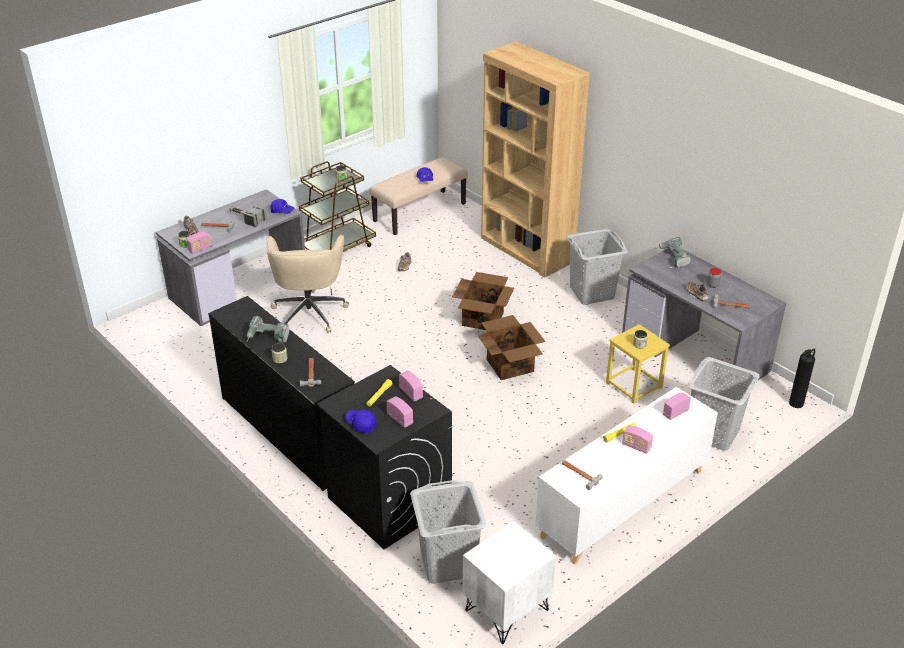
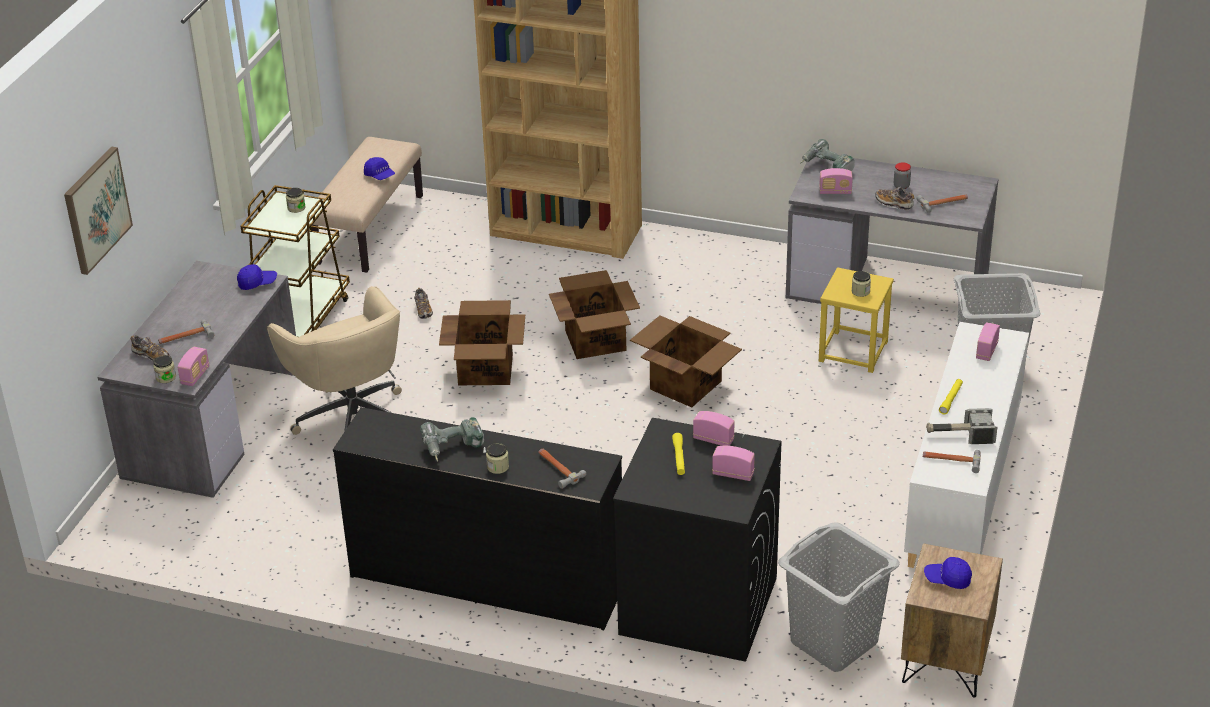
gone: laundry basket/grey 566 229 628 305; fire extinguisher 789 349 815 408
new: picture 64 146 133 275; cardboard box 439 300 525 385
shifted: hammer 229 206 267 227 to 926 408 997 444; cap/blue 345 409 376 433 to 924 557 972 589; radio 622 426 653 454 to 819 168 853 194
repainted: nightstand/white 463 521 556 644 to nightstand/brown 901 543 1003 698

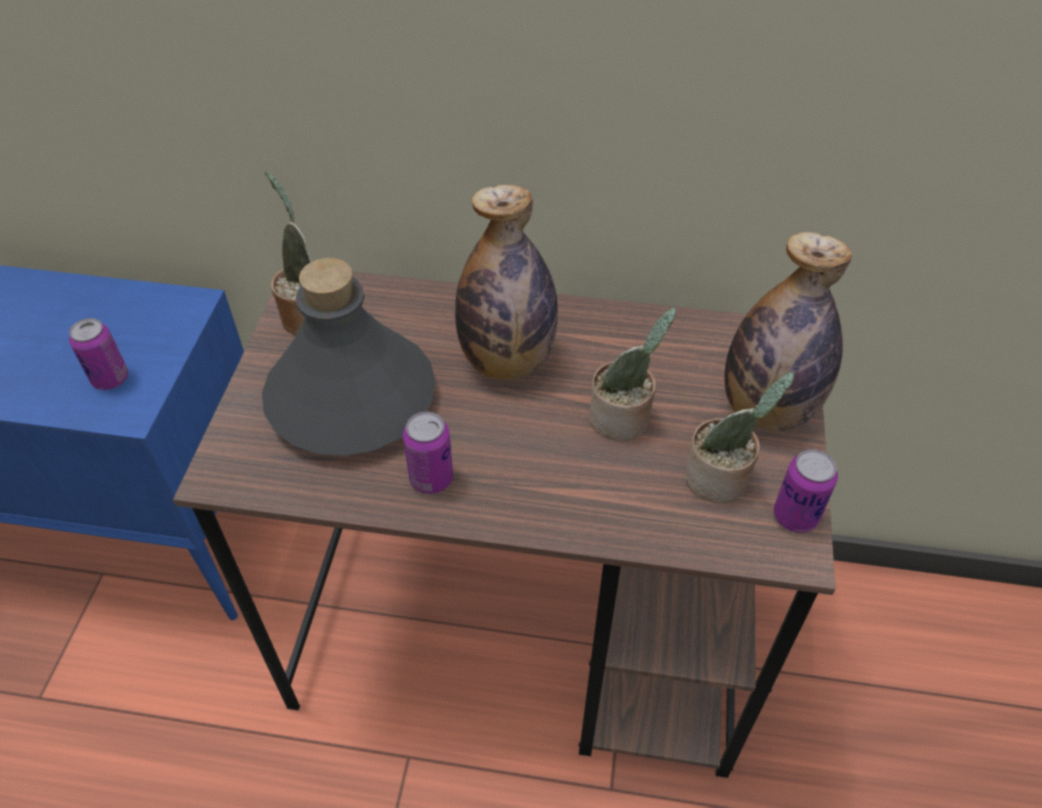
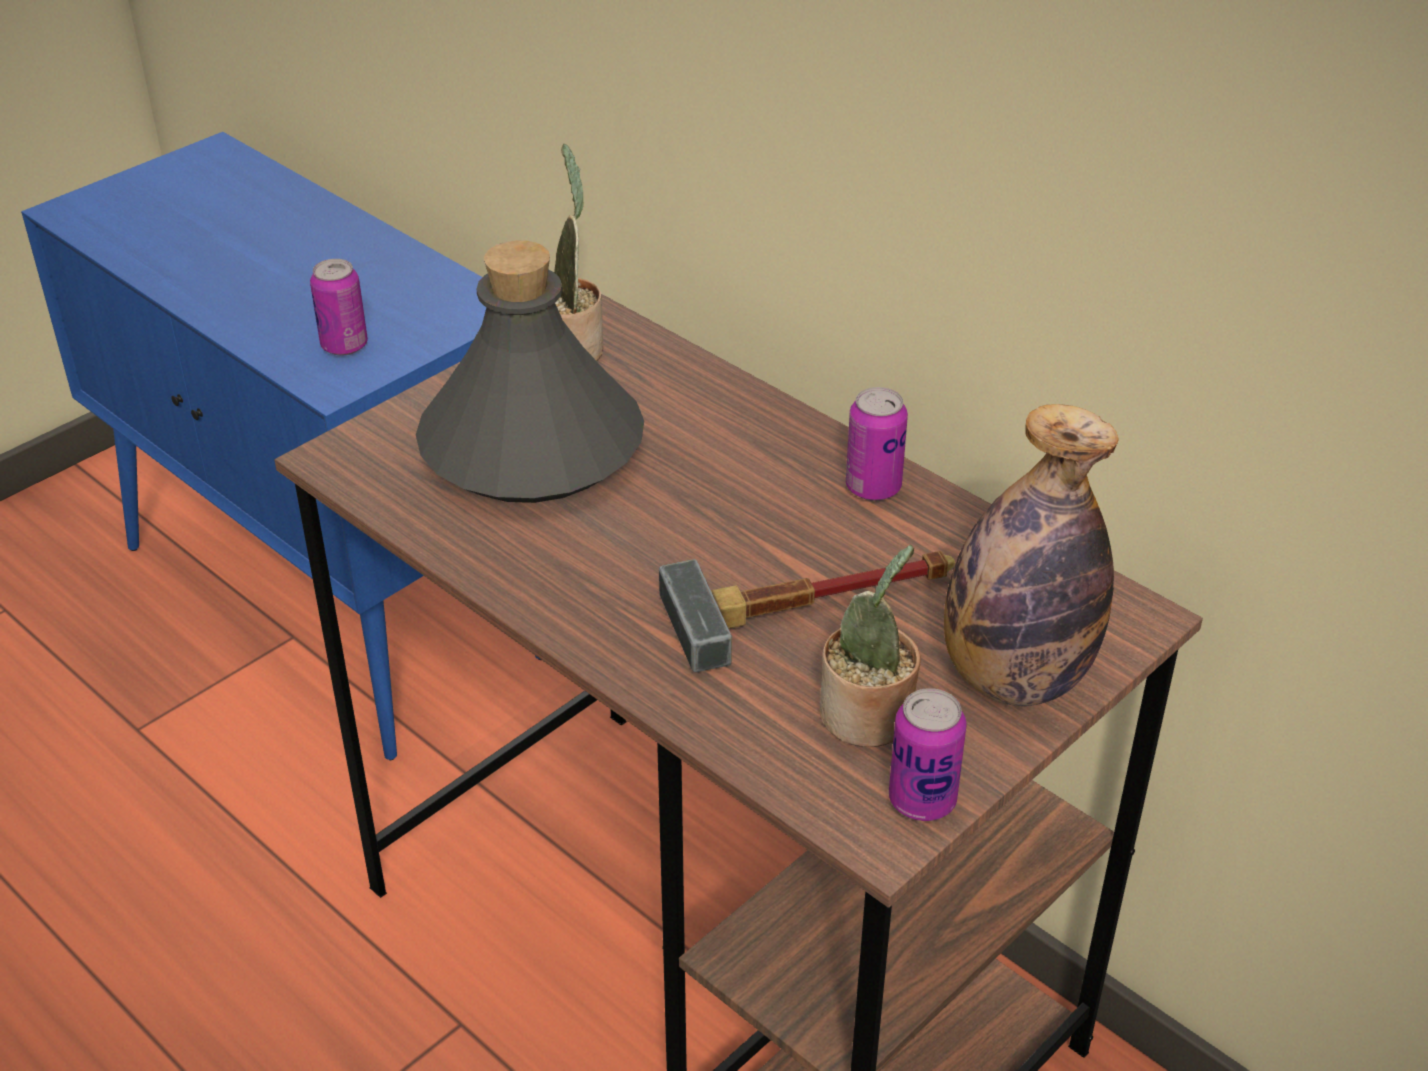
gone: bottle 455 185 558 380
shifted: can 403 411 453 494 to 846 387 908 501
swapped: potted plant 589 307 676 441 to hammer 659 551 955 673

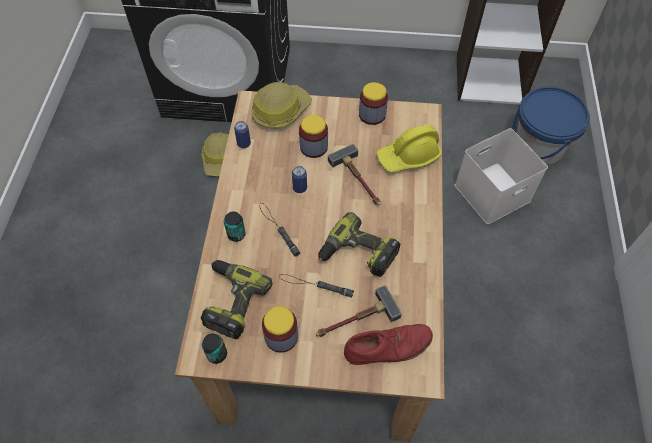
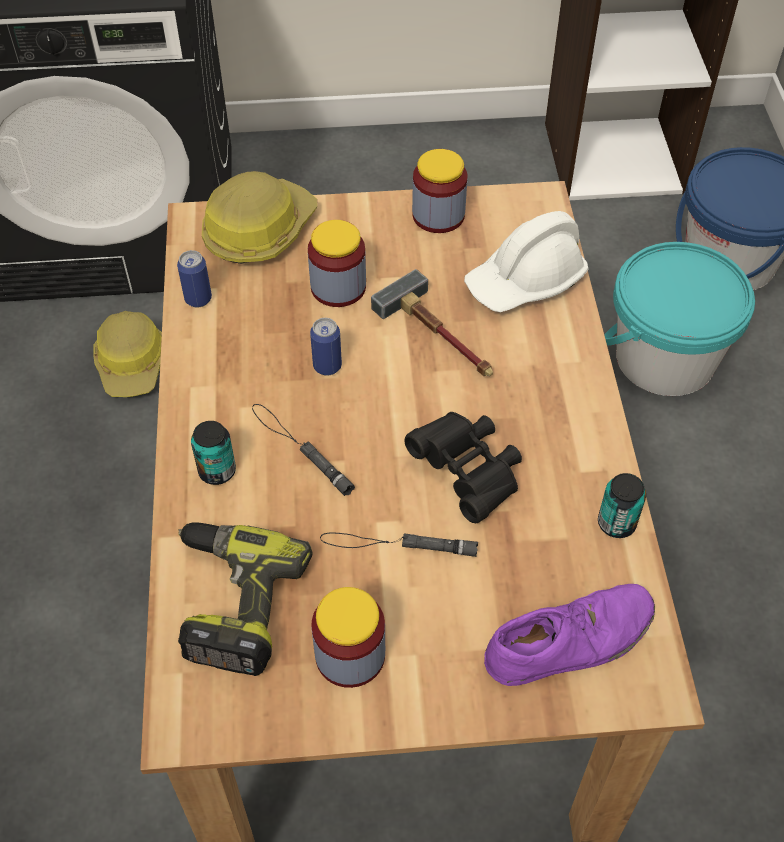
gone: hammer 316 285 402 337
shifted: can 202 333 227 364 to 598 473 646 538
swapped: power drill 318 212 400 277 to binoculars/black 404 412 522 523; storage box/white 455 128 548 224 to bucket/turquoise 604 242 755 396
repainted: shoe/red 344 324 433 365 to shoe/purple 484 584 655 686; hard hat/yellow 377 125 441 173 to hard hat/white 464 211 588 312

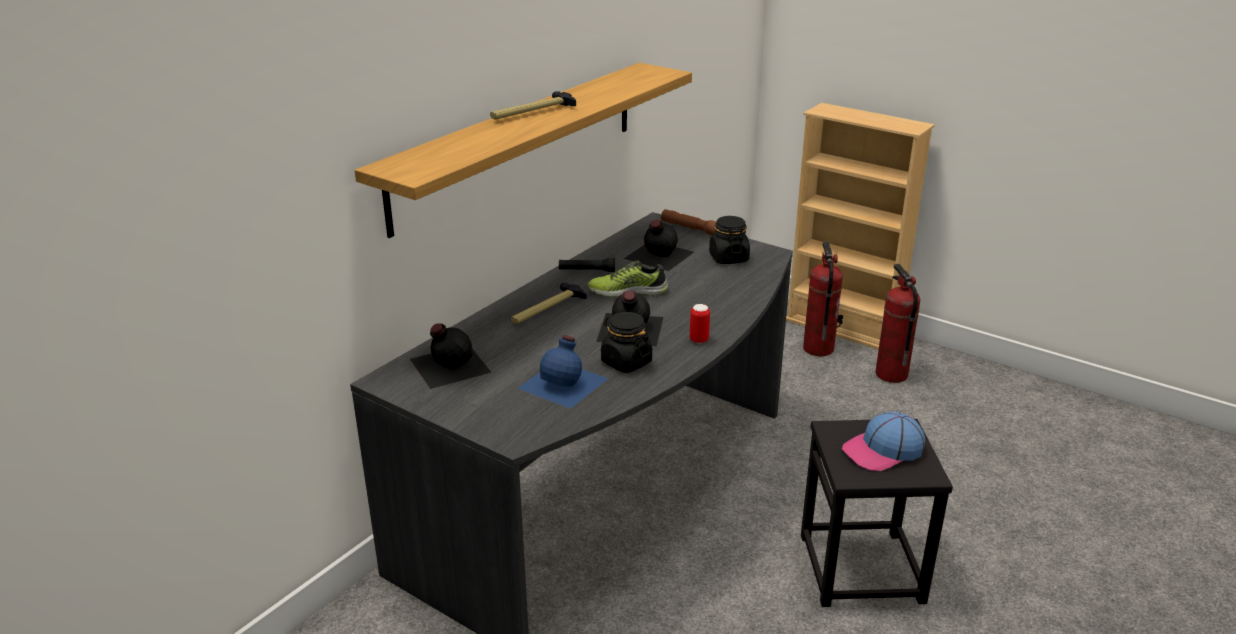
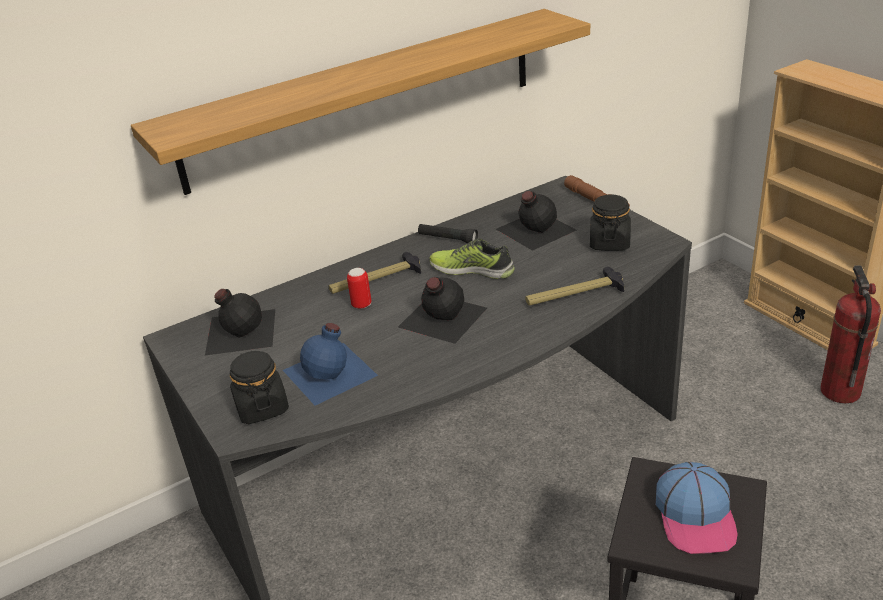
gone: fire extinguisher 803 242 843 356
shifted: hammer 490 91 576 120 to 525 267 624 306; jar/black 601 312 652 373 to 230 350 289 424; can 690 304 710 343 to 347 268 372 309
rotated: cap 842 412 925 471 = 656 462 738 554 90 degrees counterclockwise

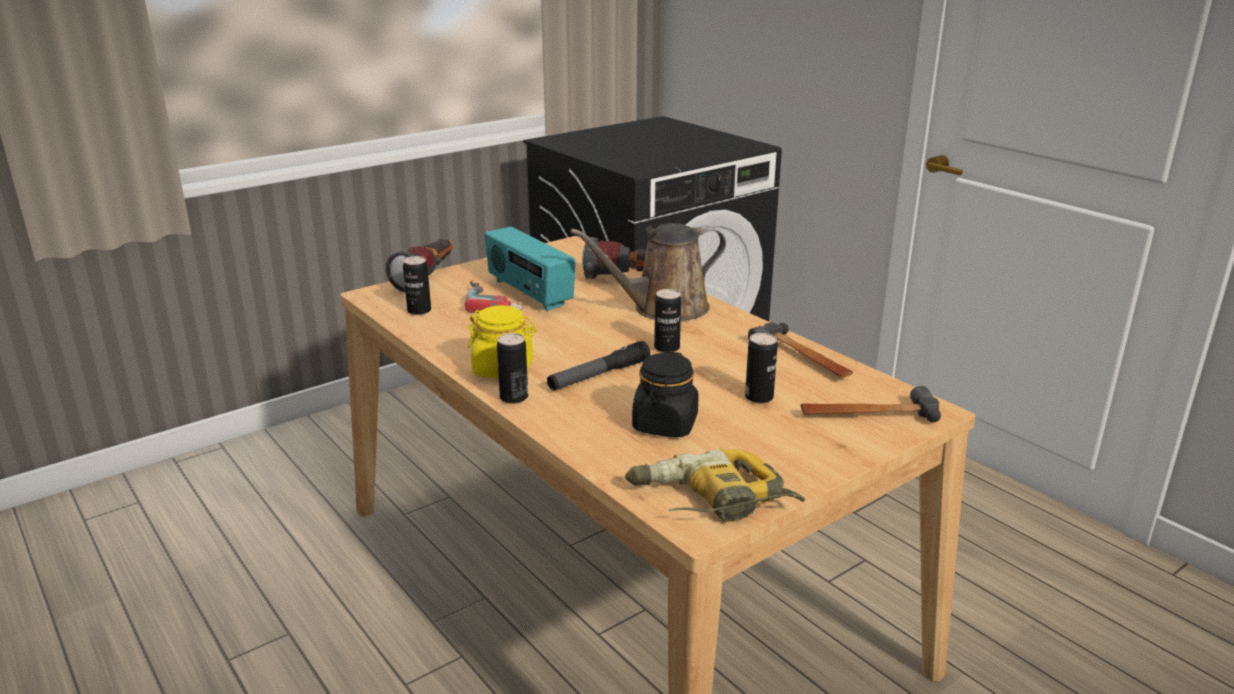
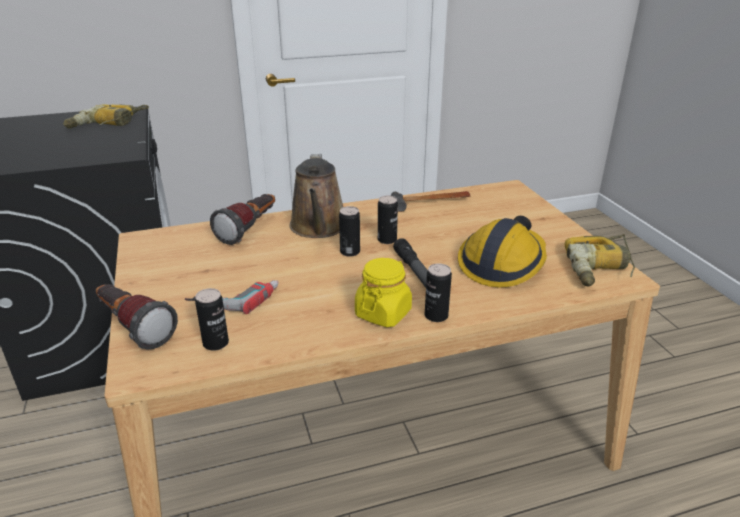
gone: radio 484 227 576 311; hammer 801 386 941 422
new: power drill 64 104 149 129
shifted: can 745 333 778 403 to 339 206 360 257
swapped: jar/black 632 351 699 437 to hard hat 458 216 547 288

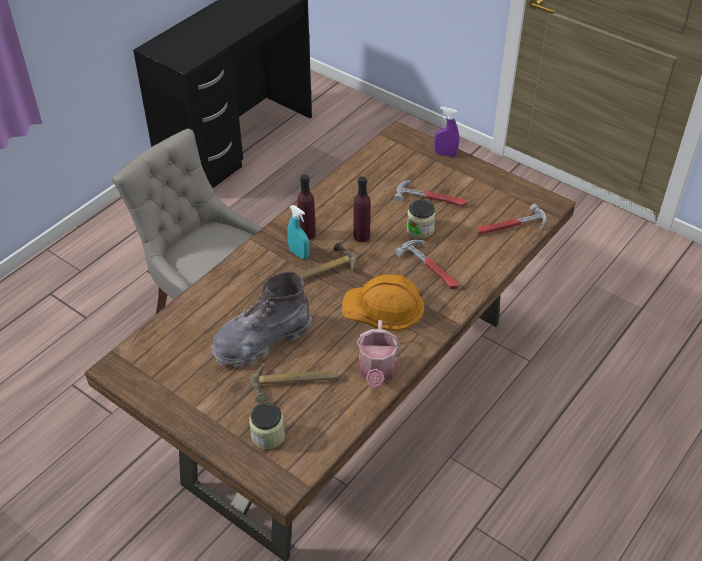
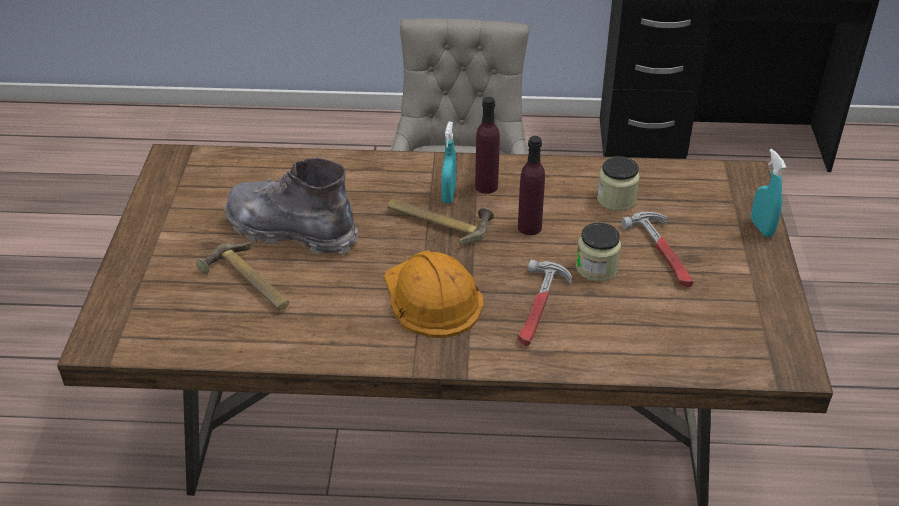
gone: watering can 356 320 400 388; hammer 477 204 546 235
shifted: jar 249 402 285 449 to 597 156 640 211
repainted: spray bottle/purple 434 107 459 157 to spray bottle/turquoise 751 149 786 237

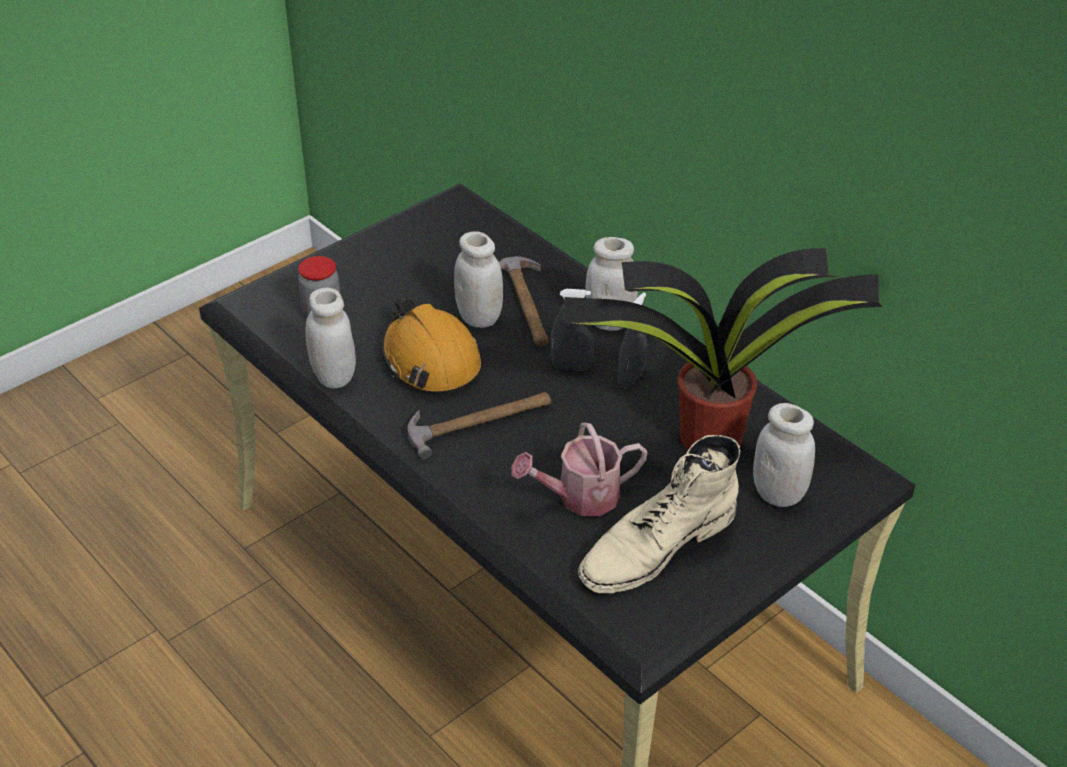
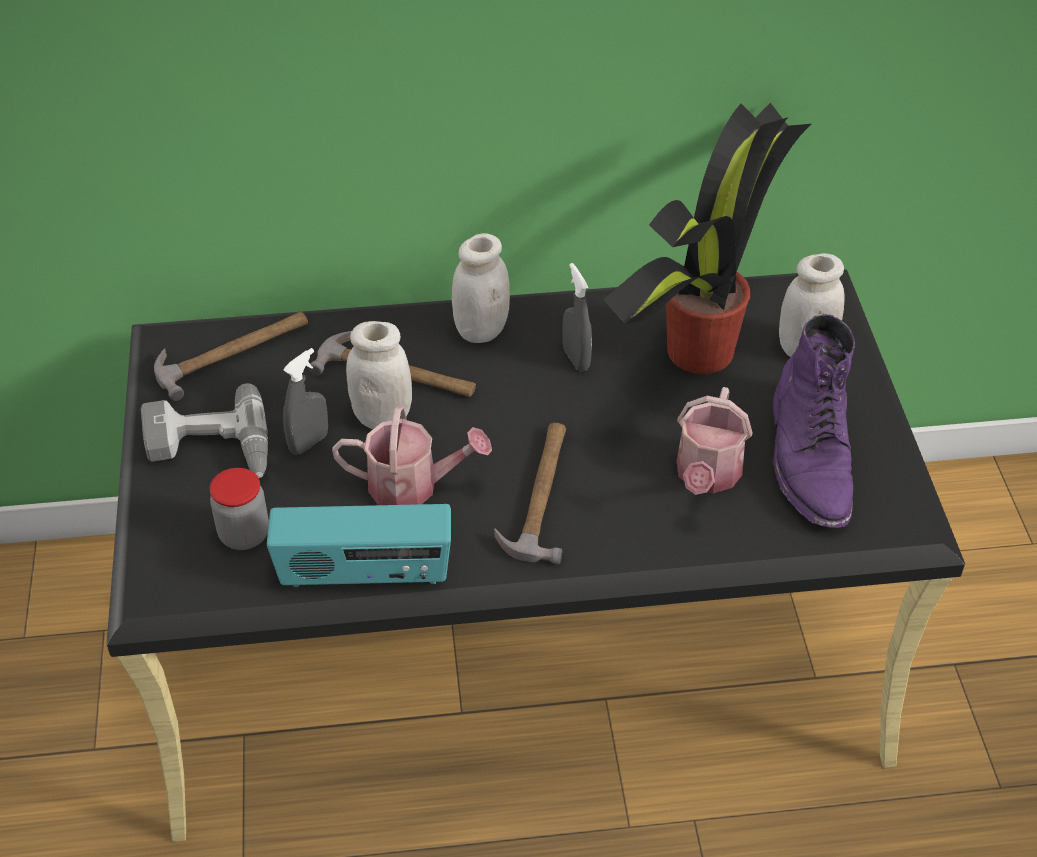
new: power drill 141 383 268 478; hammer 154 312 308 401
shifted: spray bottle/grey 551 289 595 371 to 283 348 328 455
swapped: jar/white 305 288 356 389 to radio 267 504 451 587; hard hat/orange 381 296 481 395 to watering can 332 405 492 505
repainted: boot/beige 578 435 740 593 to boot/purple 773 313 855 528

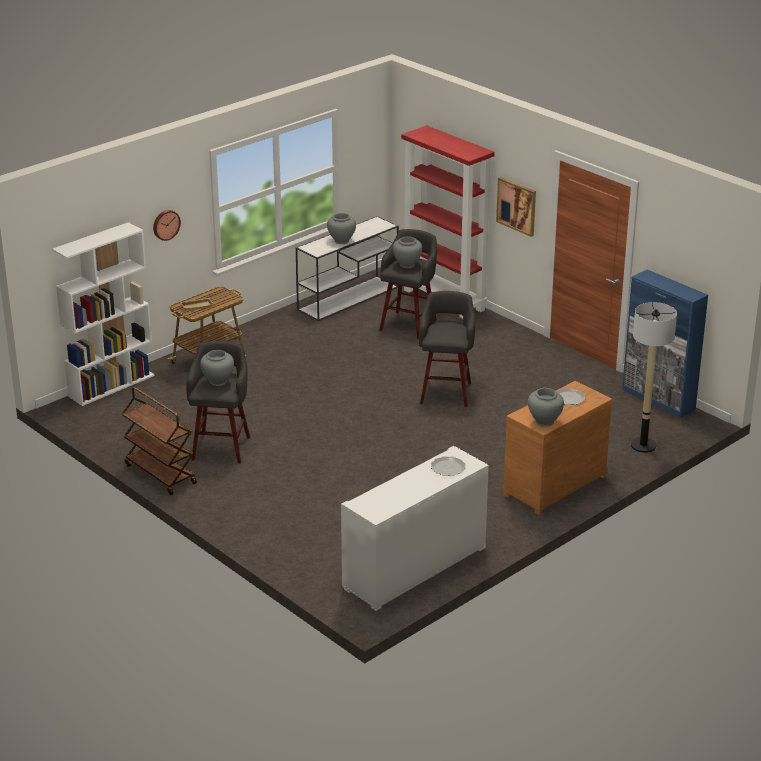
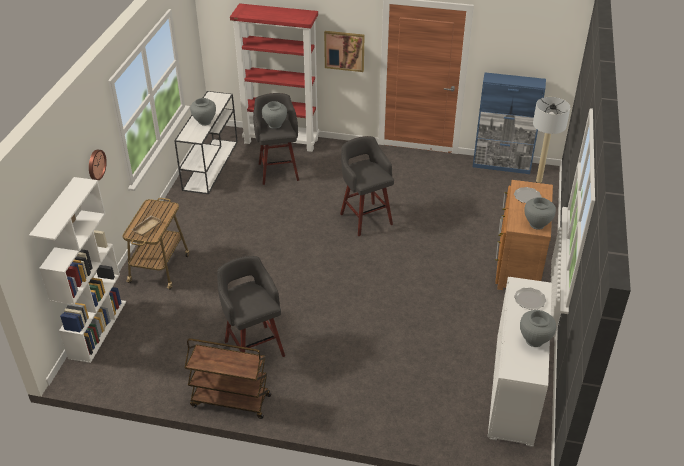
shifted: vase/grey 200 350 234 386 to 520 310 556 347

